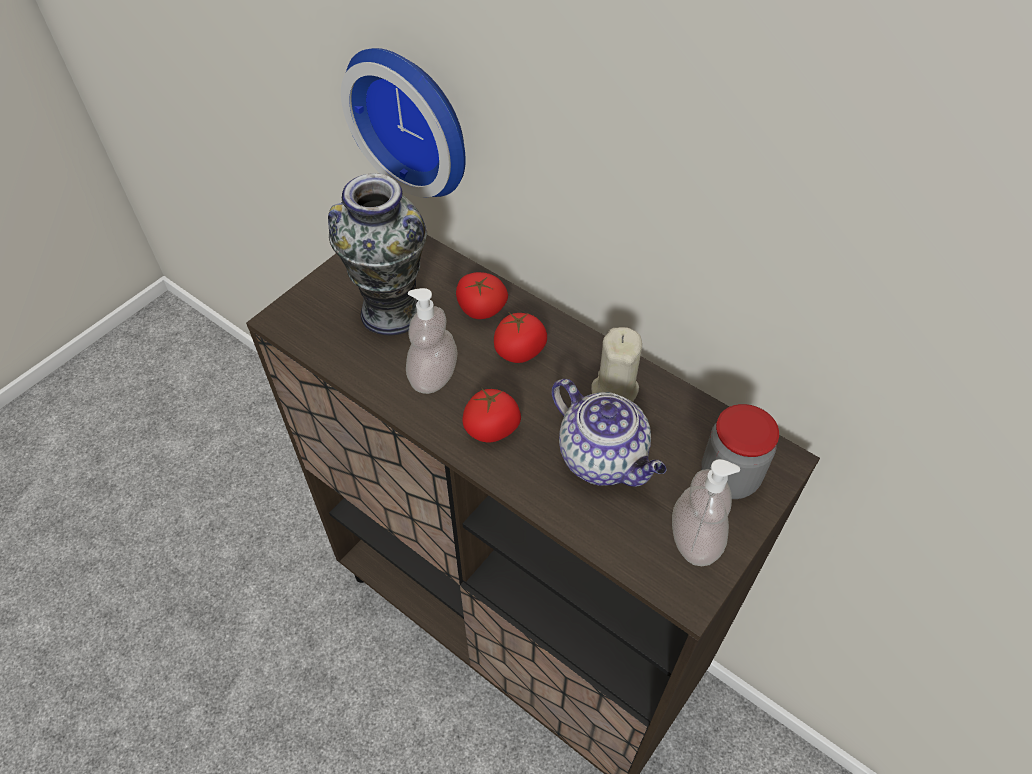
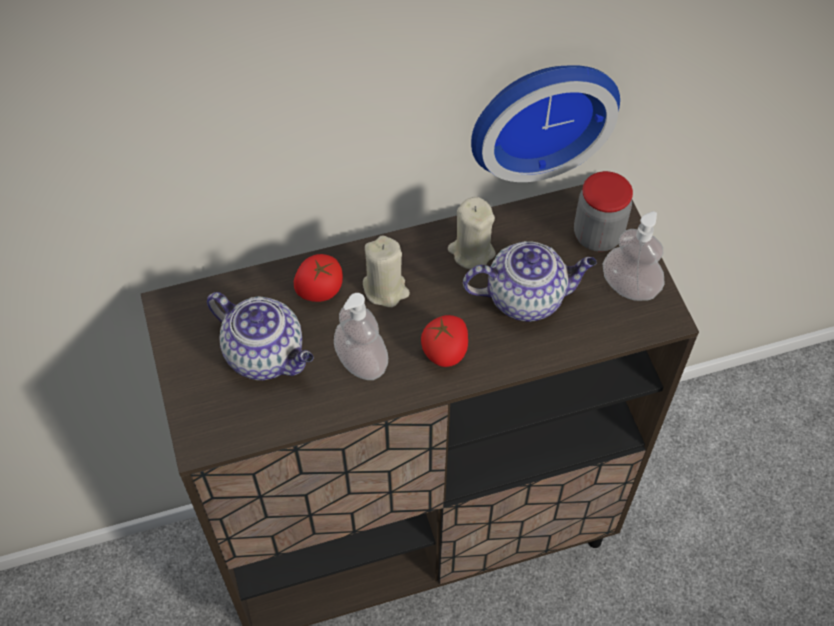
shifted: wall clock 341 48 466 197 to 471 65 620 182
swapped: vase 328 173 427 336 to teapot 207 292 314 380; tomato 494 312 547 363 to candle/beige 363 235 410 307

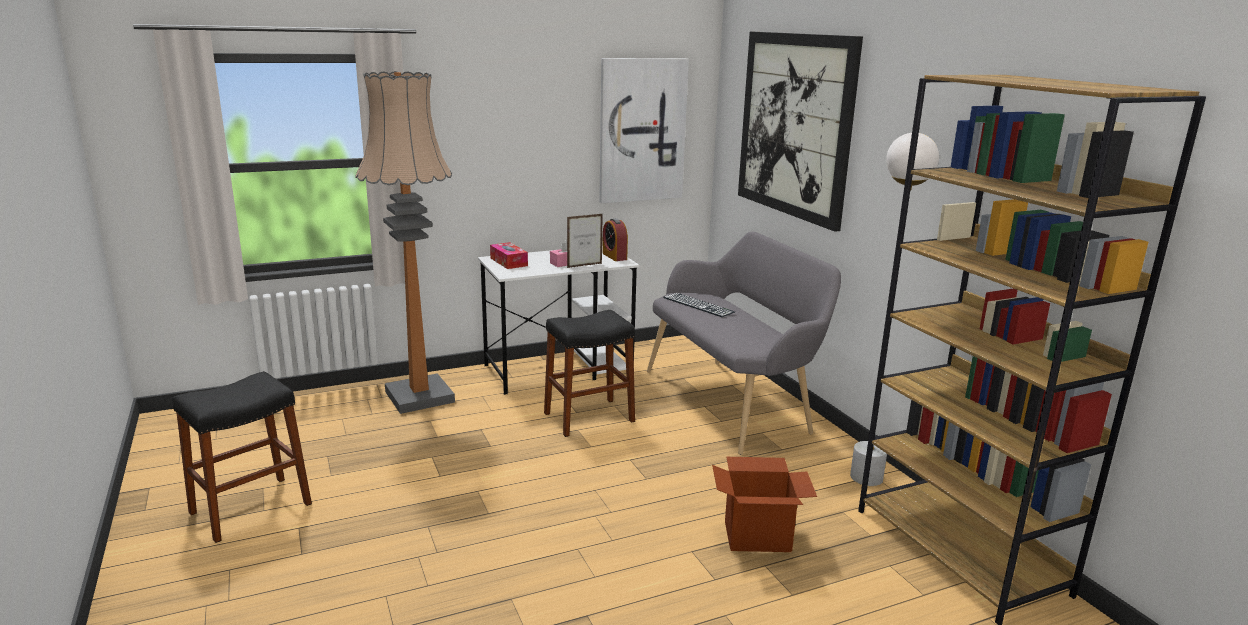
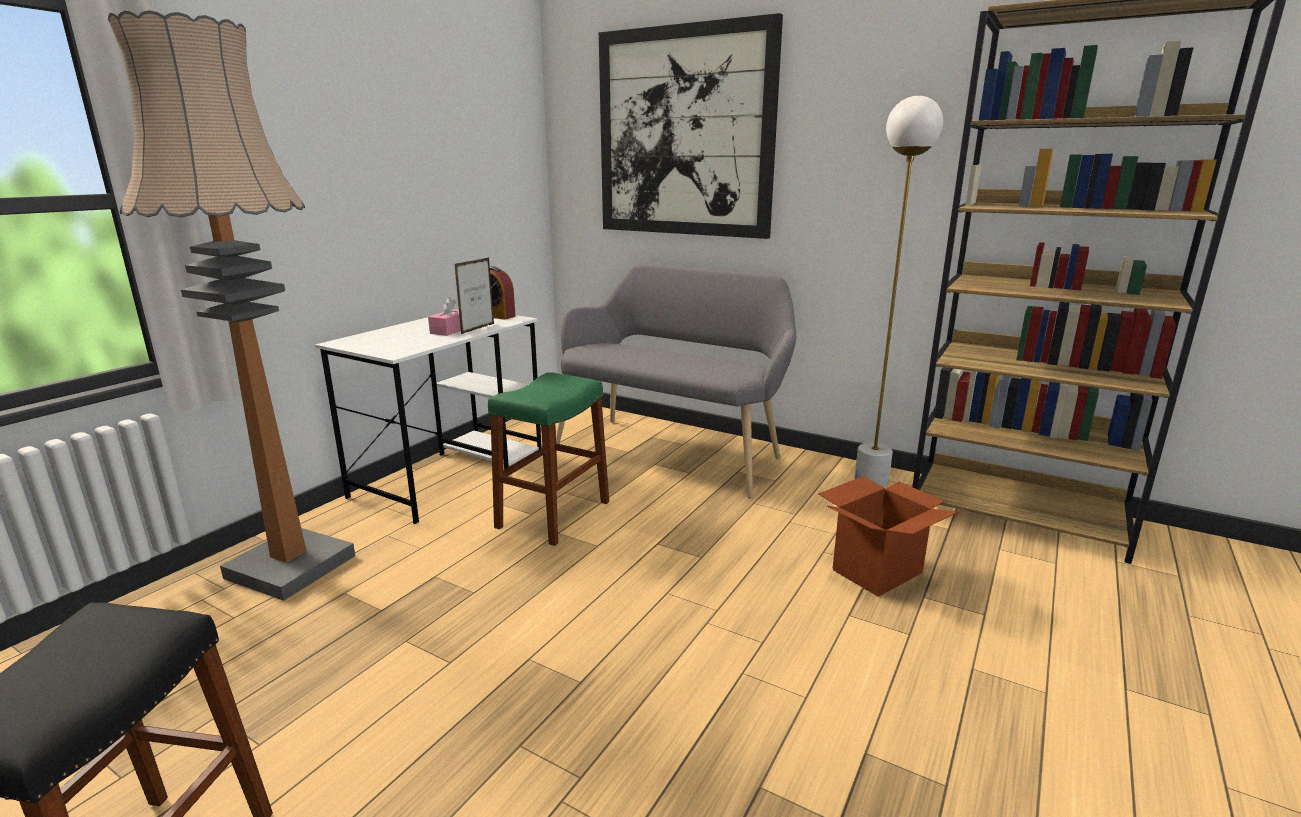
gone: tissue box 490 242 528 269; picture 599 58 689 203; keyboard 663 293 735 317
repainted: stool/black 544 310 635 437 to stool/green 488 372 609 546

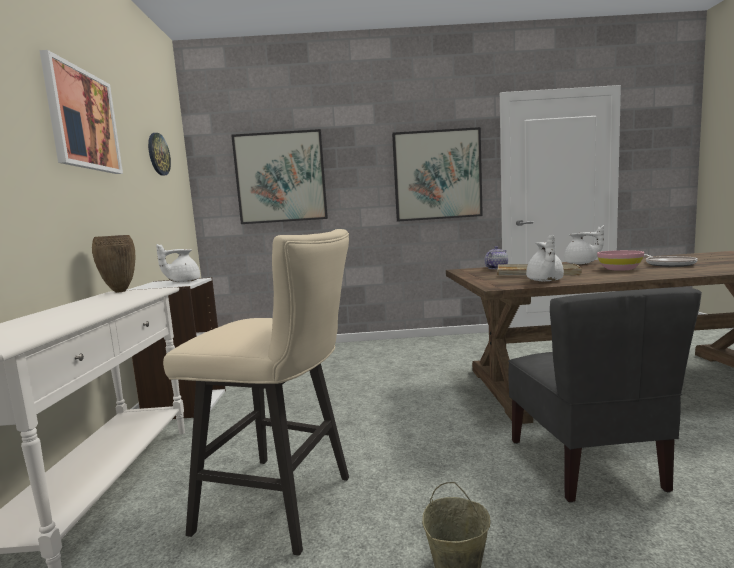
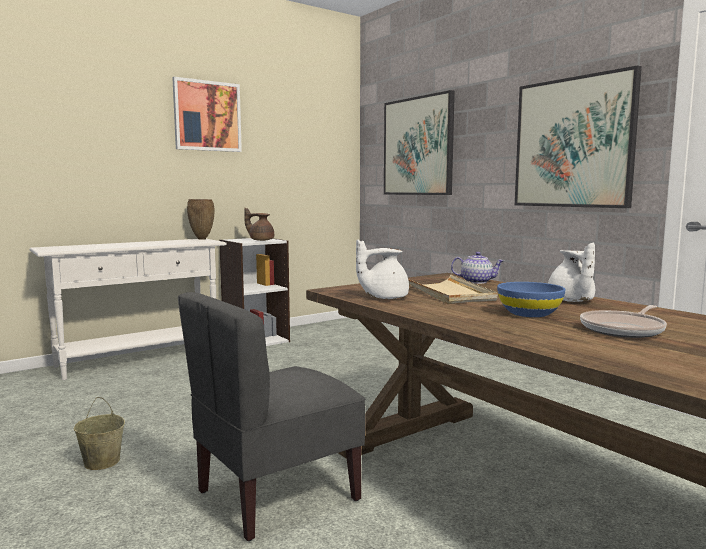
gone: wall clock 148 133 171 176; stool/beige 163 229 349 556
repainted: teapot/white 156 244 200 282 to teapot/brown 244 208 274 241; bowl/pink 597 250 644 271 to bowl/blue 497 282 565 317

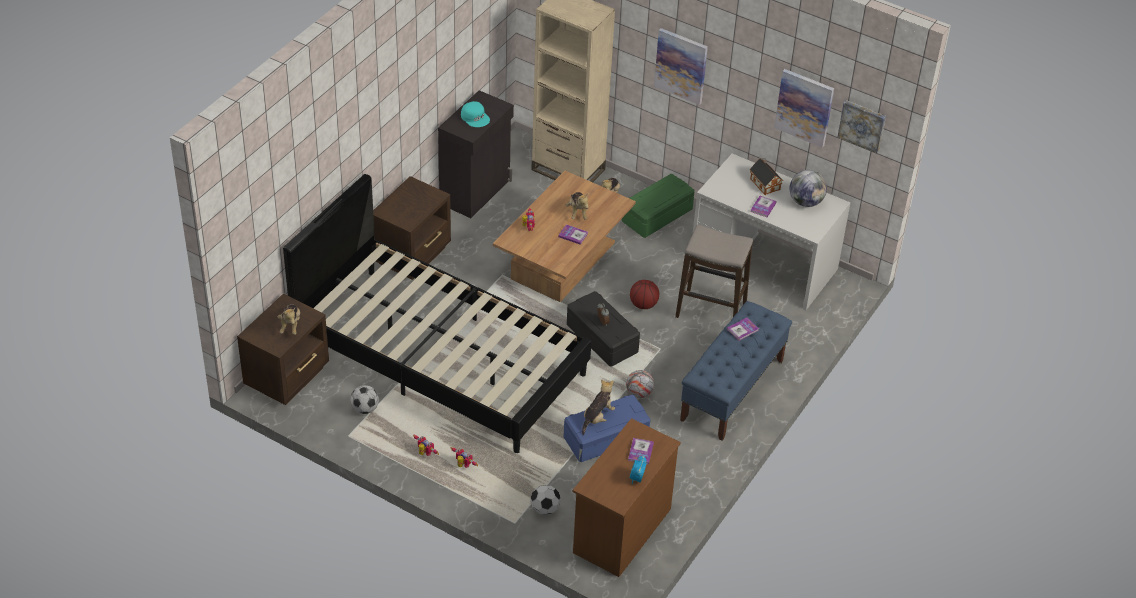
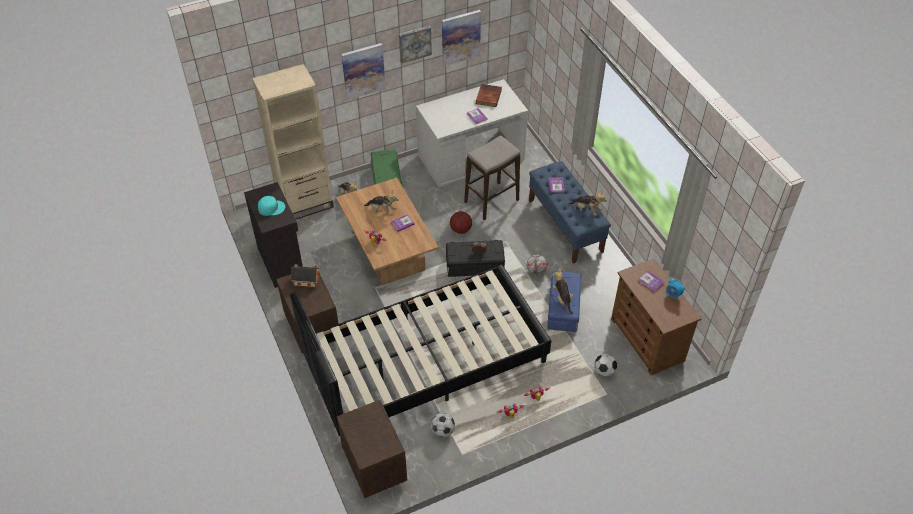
shifted: plush toy 277 304 300 335 to 568 191 607 216; toy house 750 158 782 195 to 291 264 320 288; picture 838 100 886 153 to 399 26 432 63
swapped: globe 790 170 827 207 to book 475 84 502 107

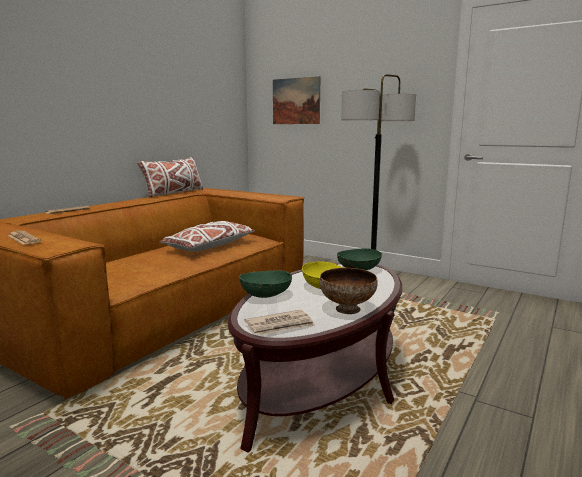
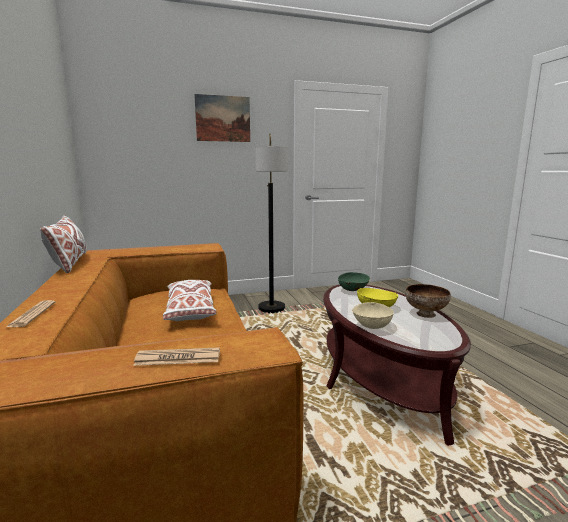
gone: newspaper 245 310 315 335
shifted: picture 273 76 320 124 to 194 94 250 142
repainted: bowl/green 239 271 292 298 to bowl/beige 352 302 394 329

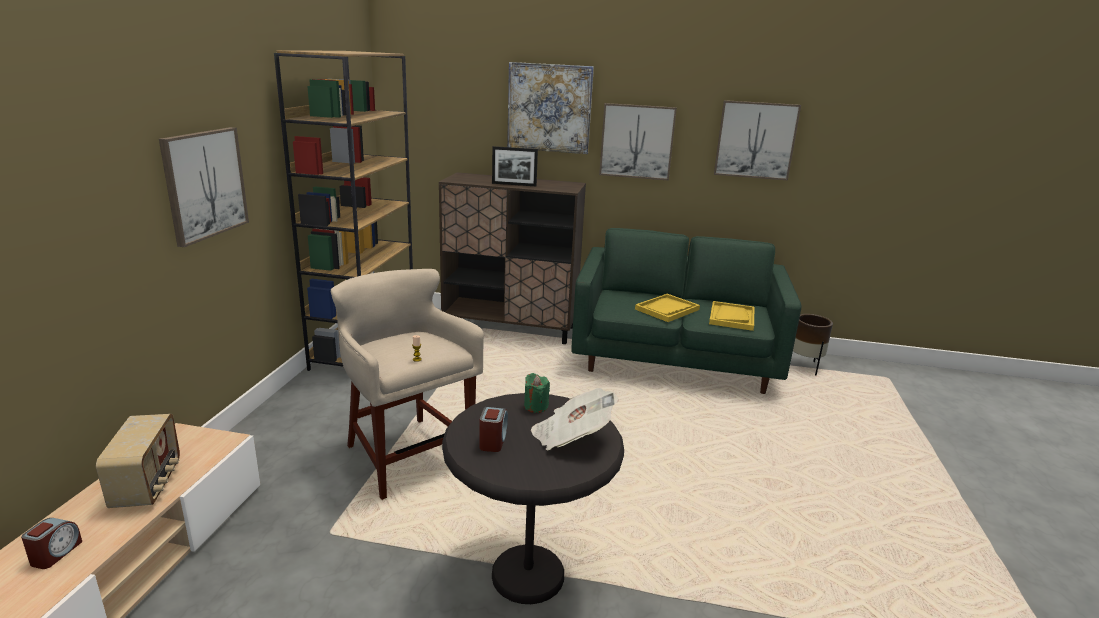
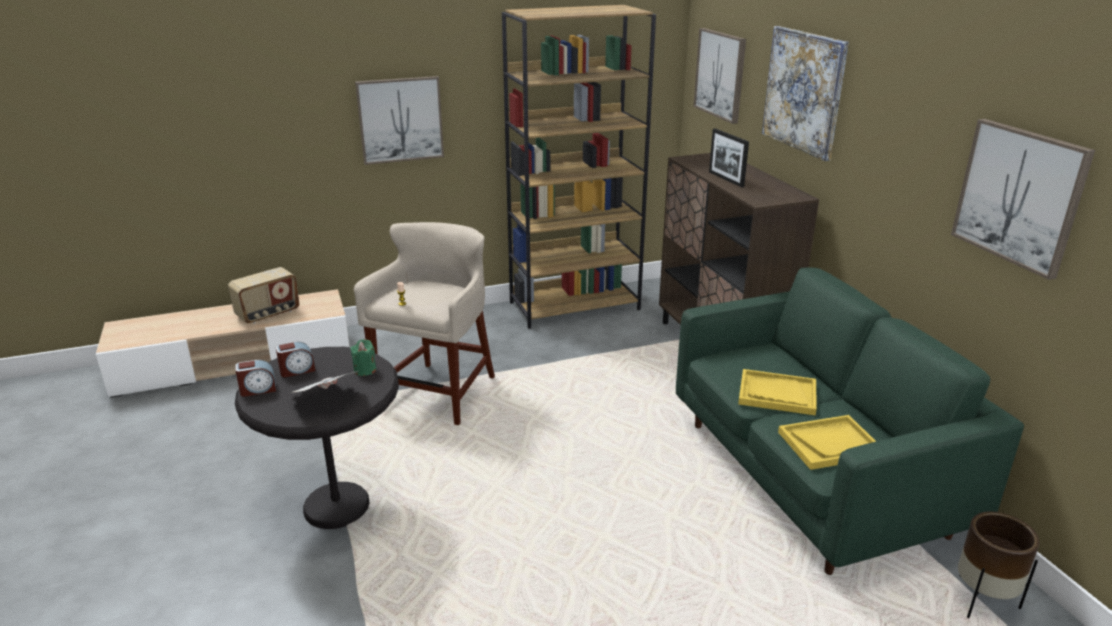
shifted: alarm clock 21 518 82 569 to 235 360 276 397; picture 599 103 677 181 to 693 28 746 124

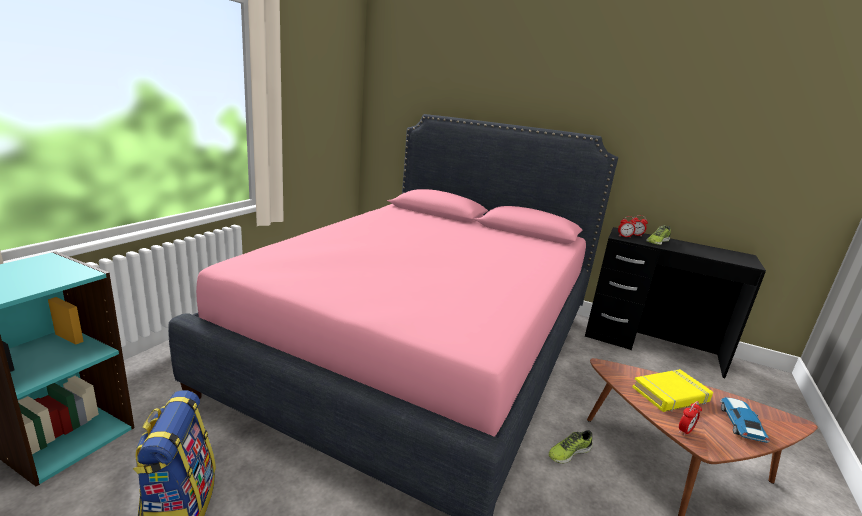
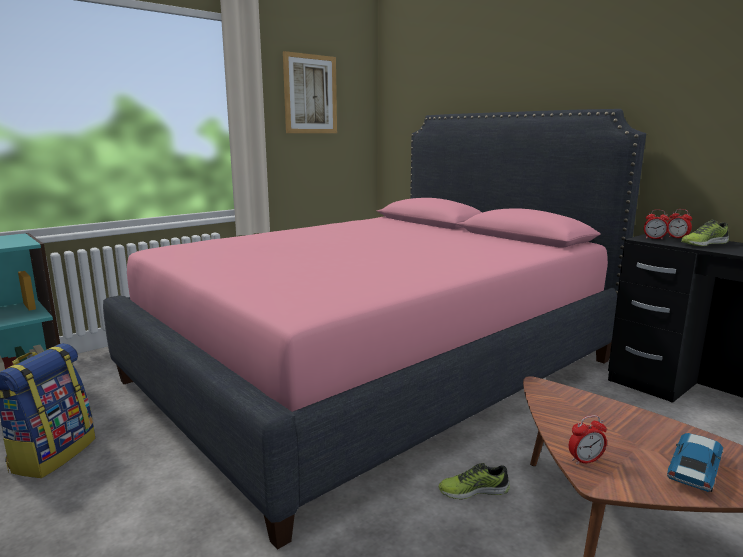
gone: book/yellow 632 369 713 412
new: picture 283 51 337 133

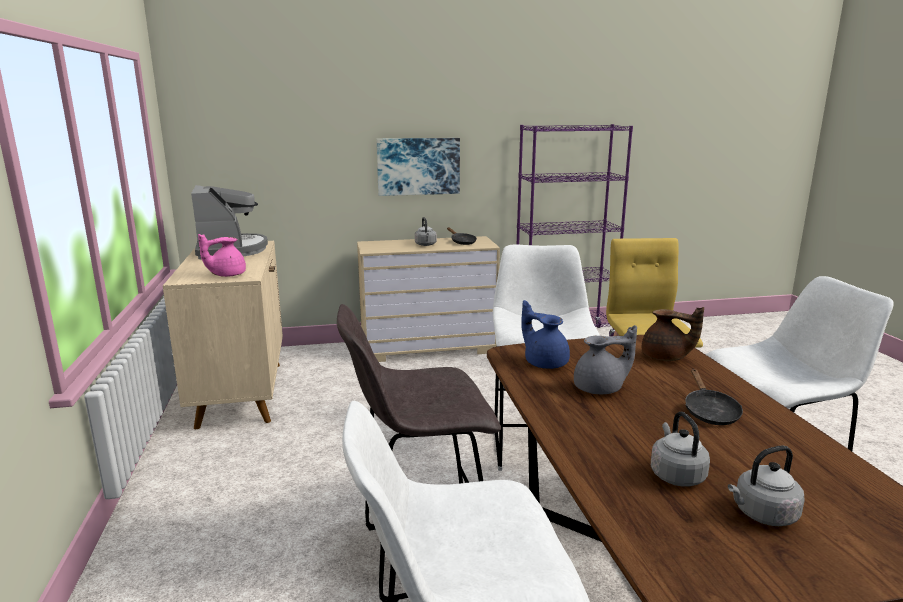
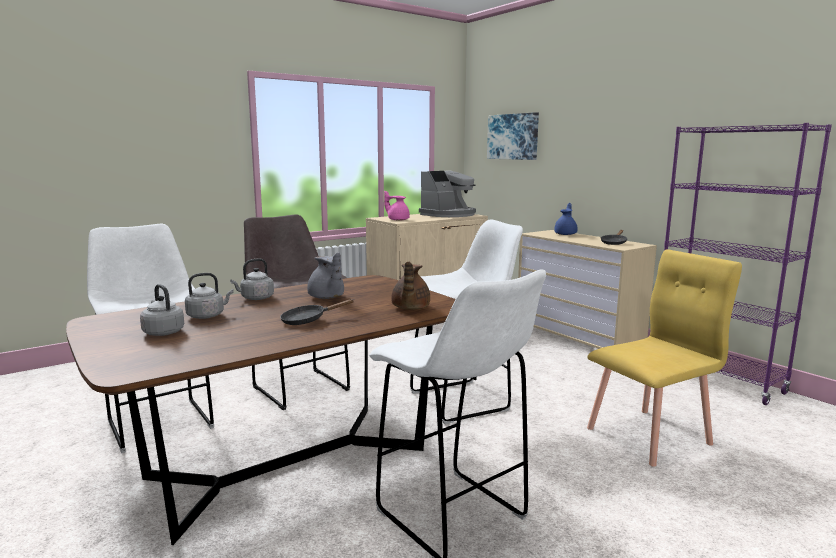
shifted: picture 376 138 460 196 to 487 112 539 160; kettle/grey 415 217 437 246 to 230 258 274 300; teapot/blue 521 300 570 369 to 554 203 578 235

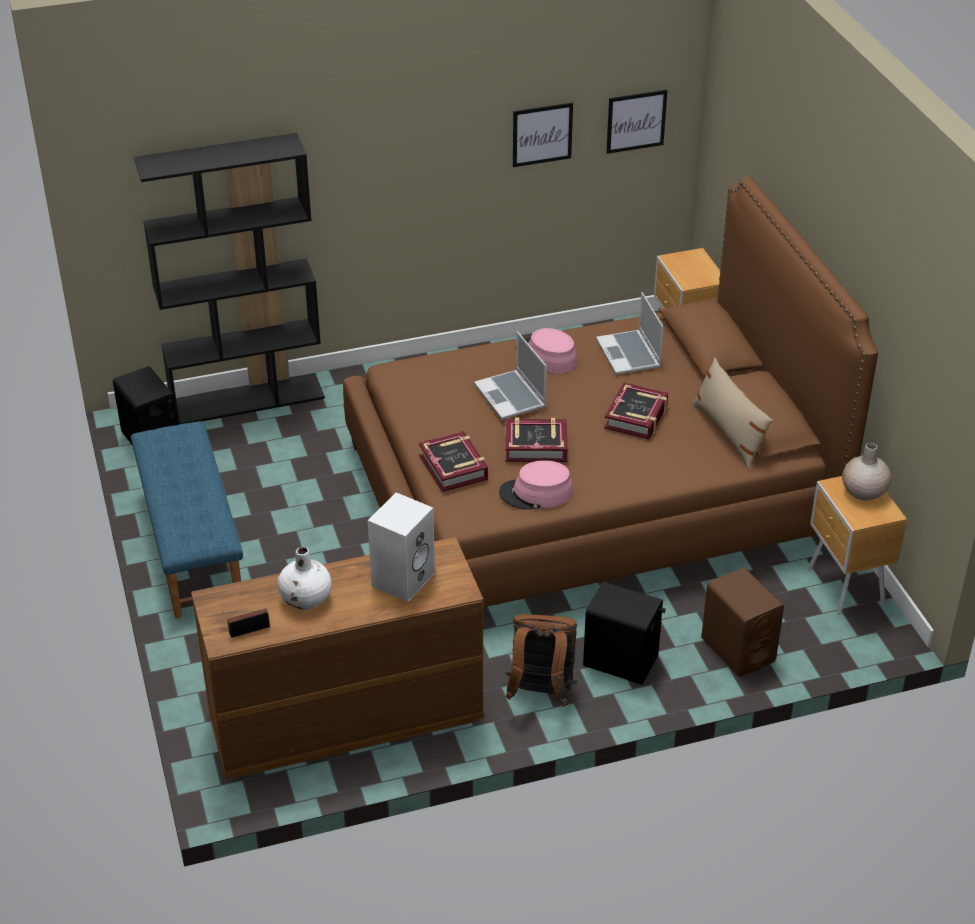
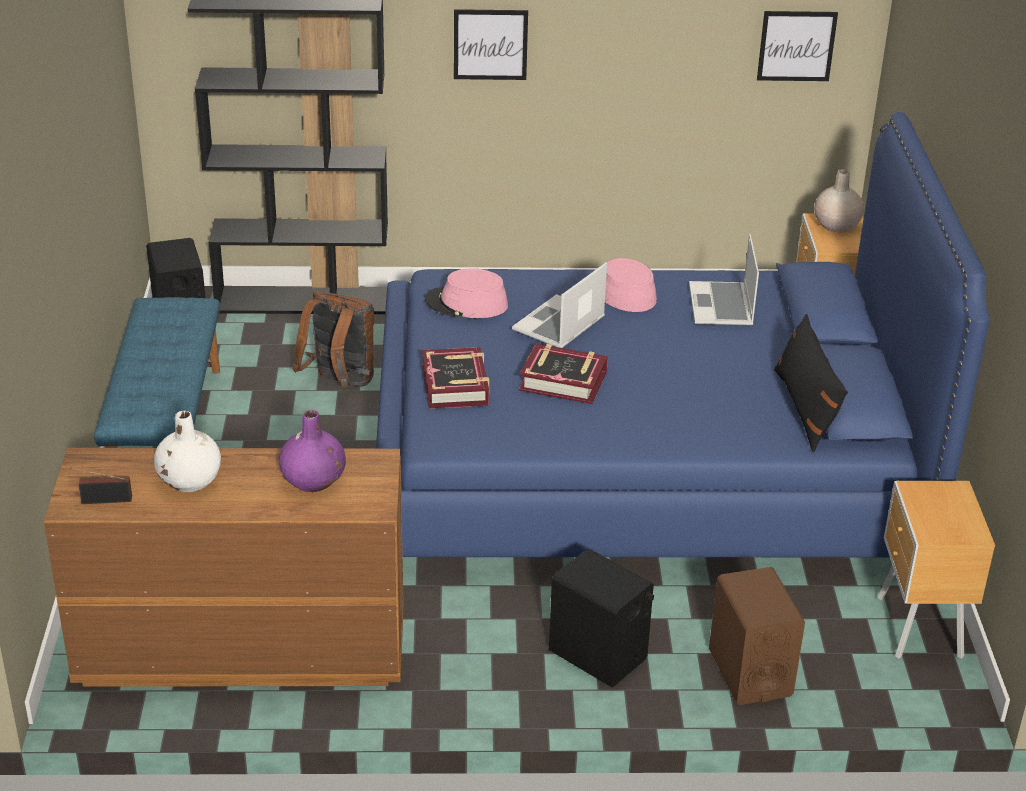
gone: book 604 382 668 439
shifted: hat/pink 499 460 574 509 to 425 269 508 318; backpack/brown 505 614 577 707 to 293 291 374 387; picture 513 102 573 167 to 454 9 528 80; vase/beige 842 442 891 501 to 814 169 864 232
swapped: speaker/white 368 492 435 602 to vase/purple 279 410 346 492
repainted: bed/brown 343 176 878 607 to bed/blue 376 112 989 557; pillow/beige 692 357 773 469 to pillow/black 774 314 848 452
rotated: laptop 474 331 547 419 = 512 262 607 348 45 degrees clockwise

